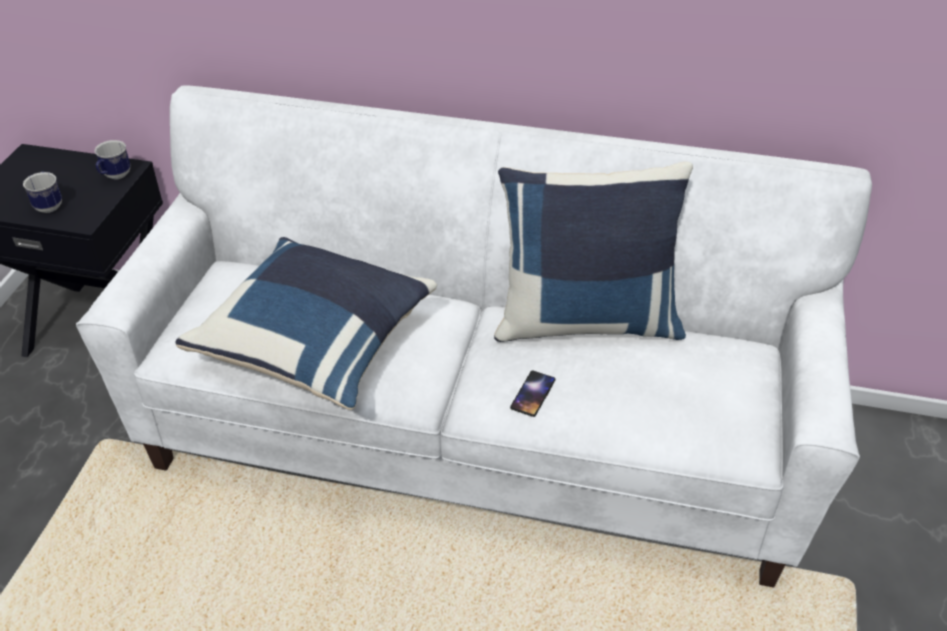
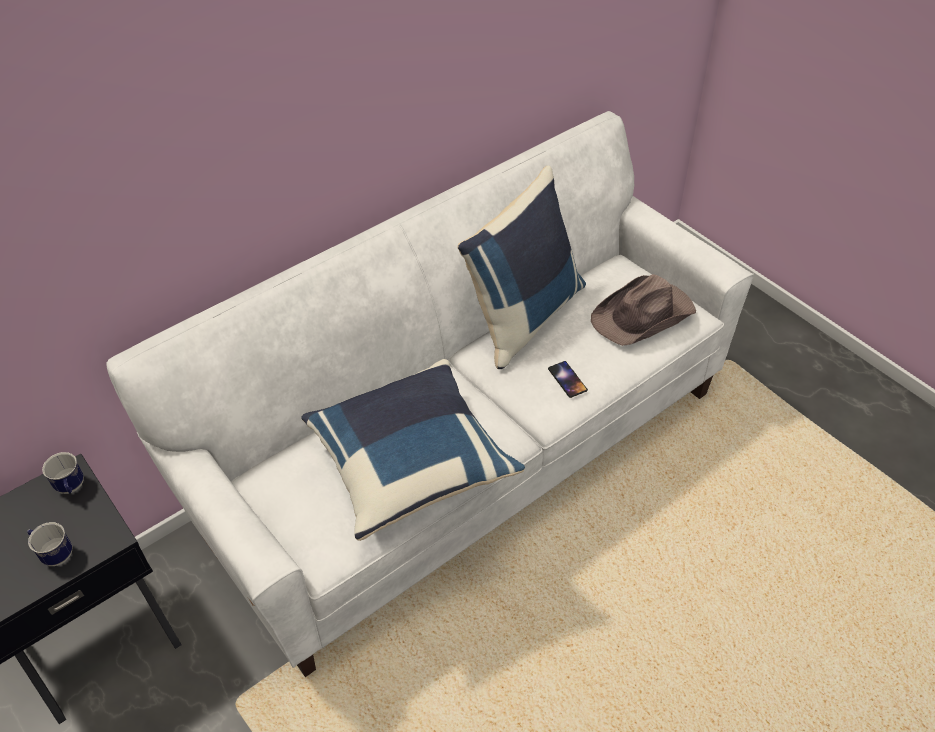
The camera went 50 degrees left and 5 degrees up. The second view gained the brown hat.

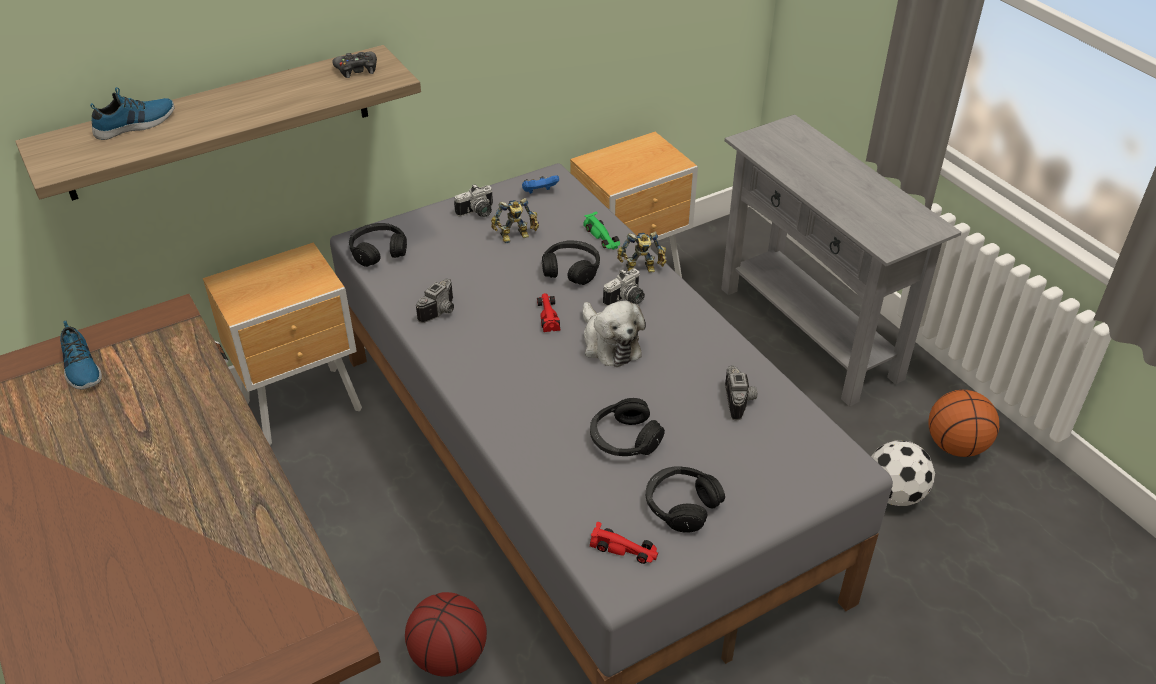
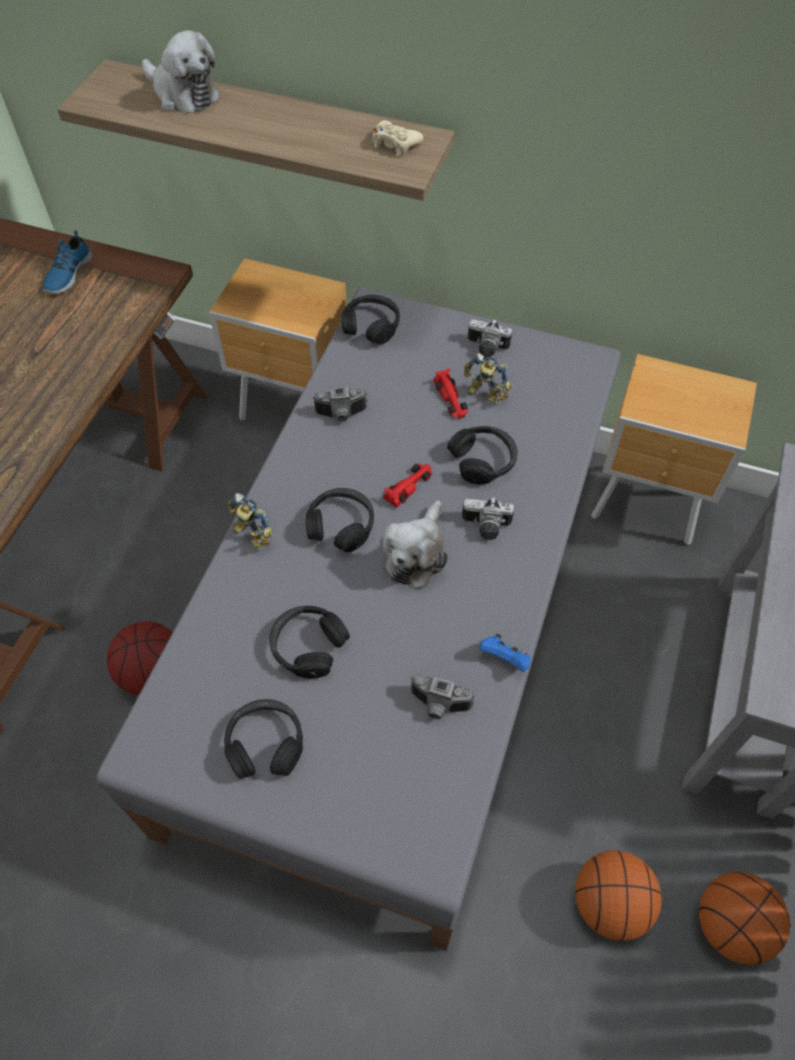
The camera went 50 degrees right and 15 degrees up. The second view lost the green toy car. The second view gained the black headphones (no. 3 from left). The blue game controller ended up elsewhere. The red toy car (no. 2 from left) ended up elsewhere. The toy robot (no. 2 from left in the first image) ended up elsewhere. Where the shoe (no. 2 from left) stood, the plush toy (no. 1 from left) came to stand. Where the football stood, the basketball (no. 2 from left) came to stand. What was the black game controller turned into the beige game controller. The photo camera (no. 4 from left in the first image) ended up facing another way, 60 degrees clockwise from before.

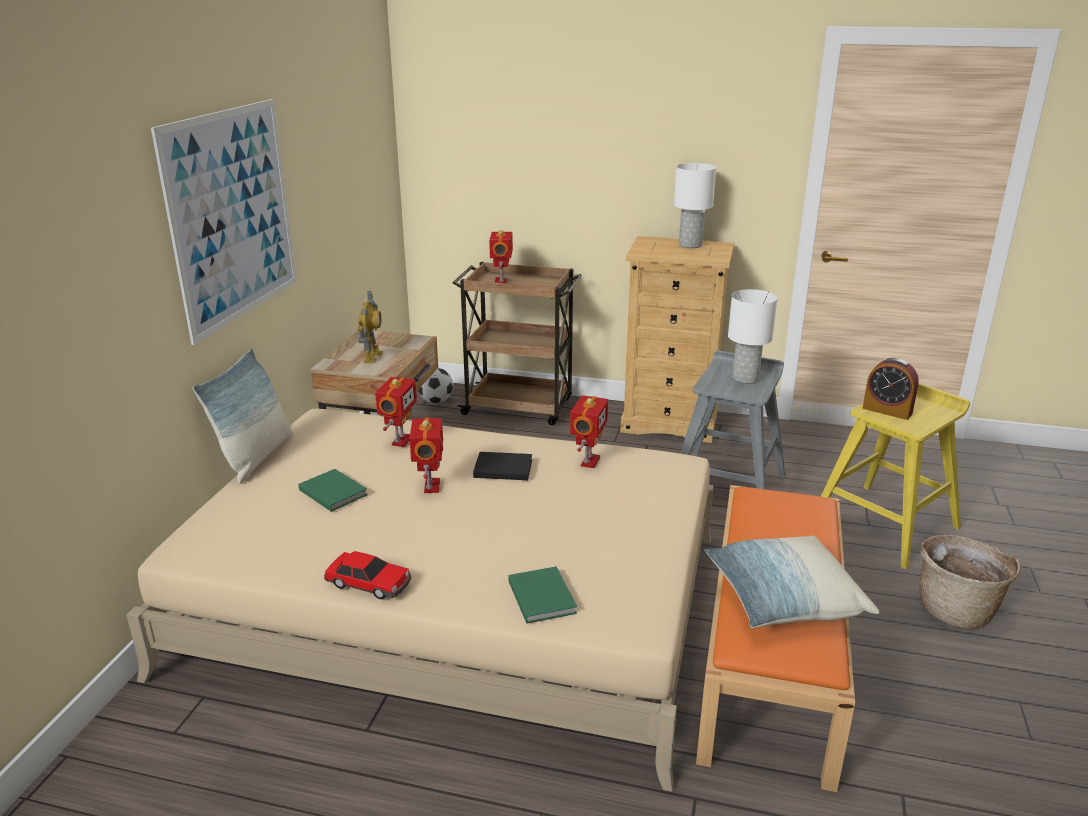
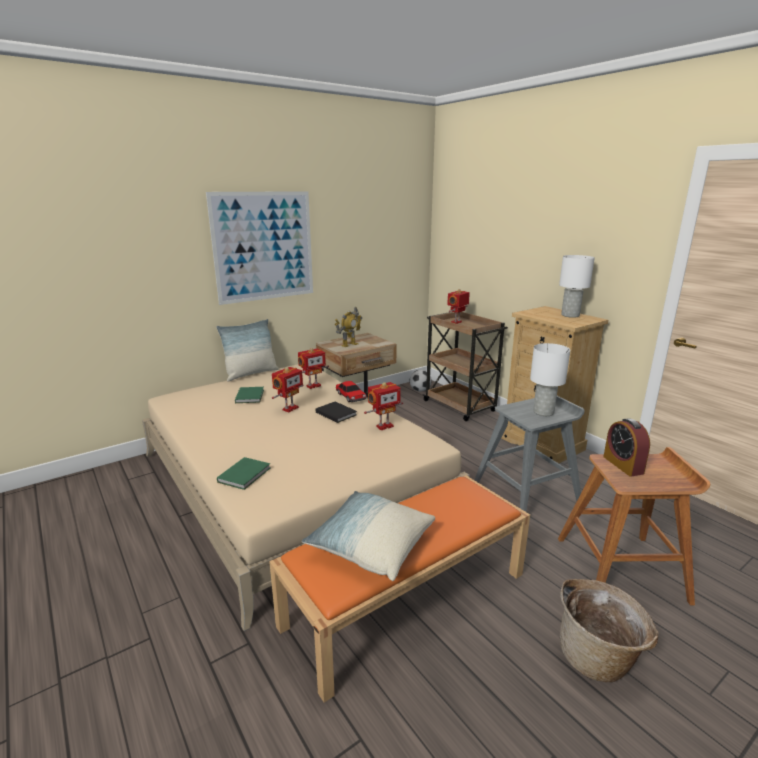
The camera went 40 degrees right and 5 degrees down. The toy car ended up elsewhere. What was the yellow stool turned into the brown stool.

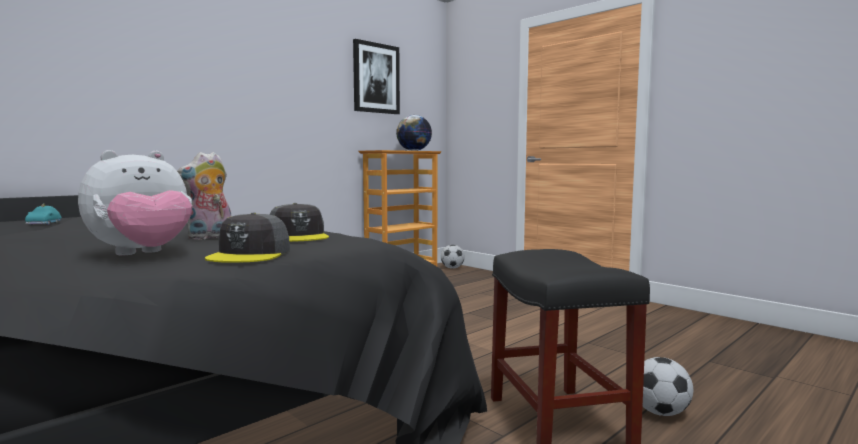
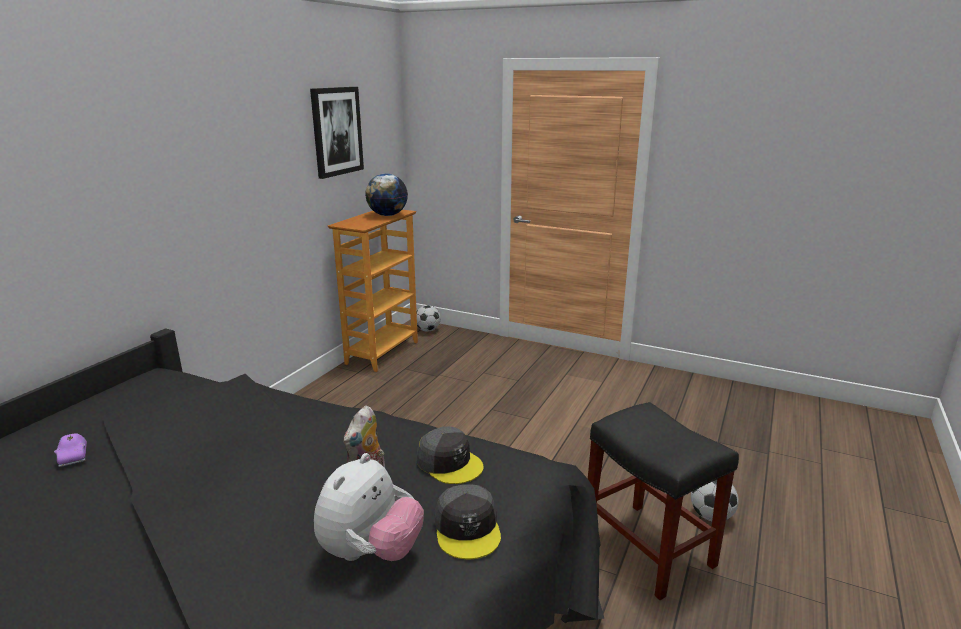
The camera went 20 degrees left and 15 degrees up. What was the turquoise toy car turned into the purple toy car.

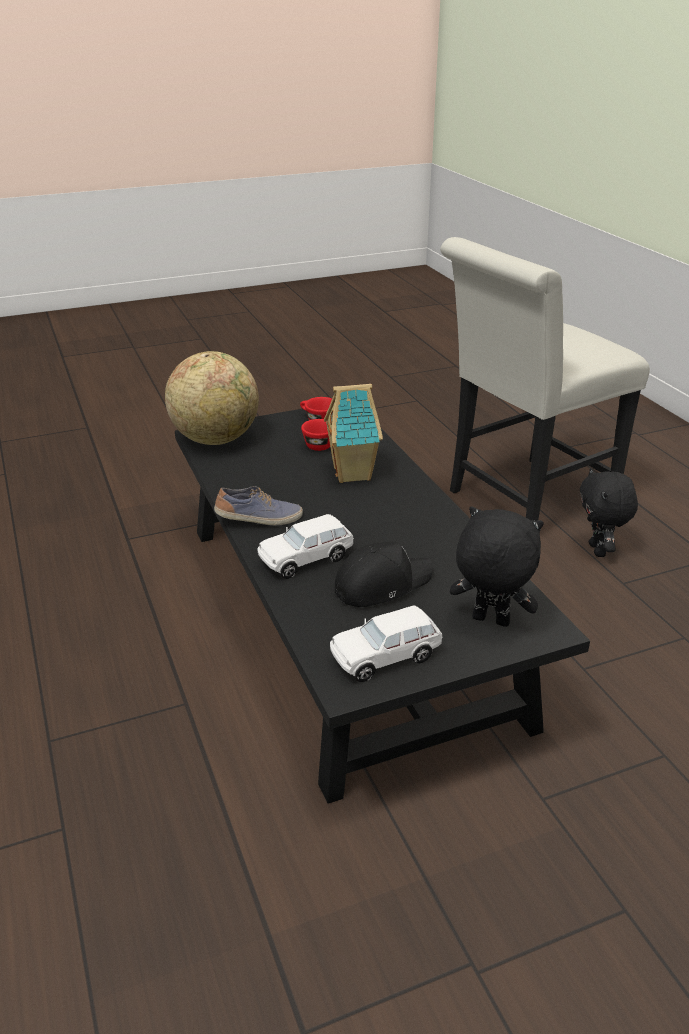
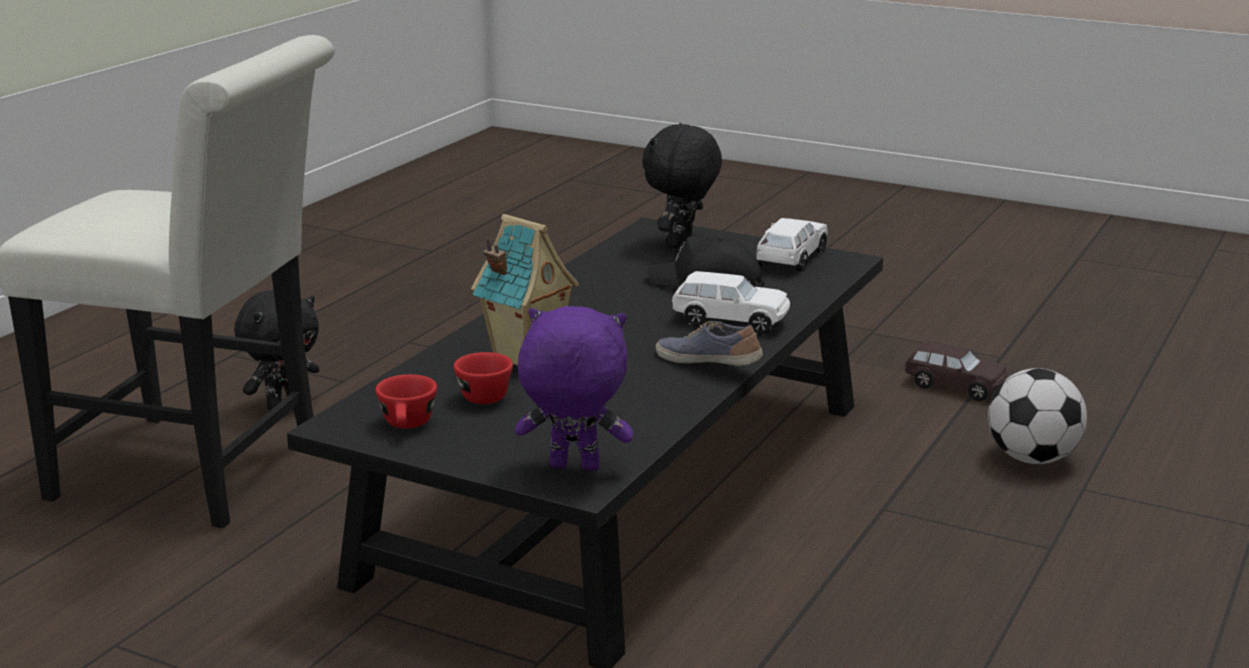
The camera went 130 degrees left and 10 degrees down. The second view gained the brown toy car. The second view gained the football. Where the globe stood, the purple plush toy came to stand. The white toy car (no. 2 from left) ended up facing another way, 90 degrees counterclockwise from before. The black plush toy (no. 1 from left in the first image) ended up facing another way, 45 degrees clockwise from before.

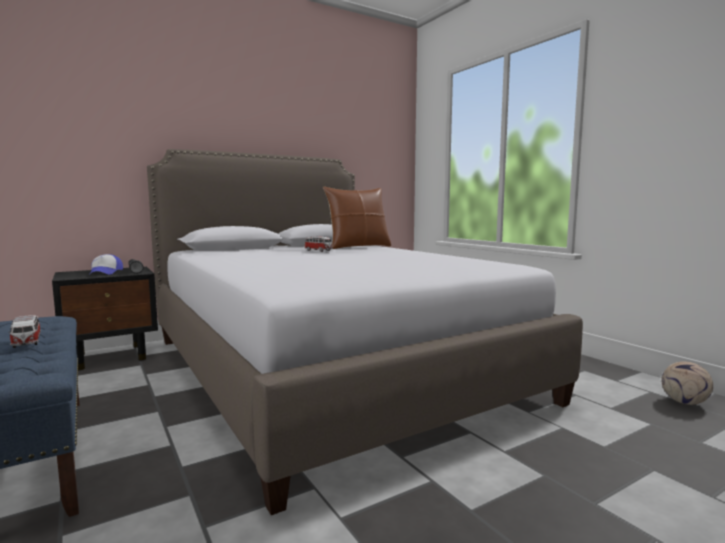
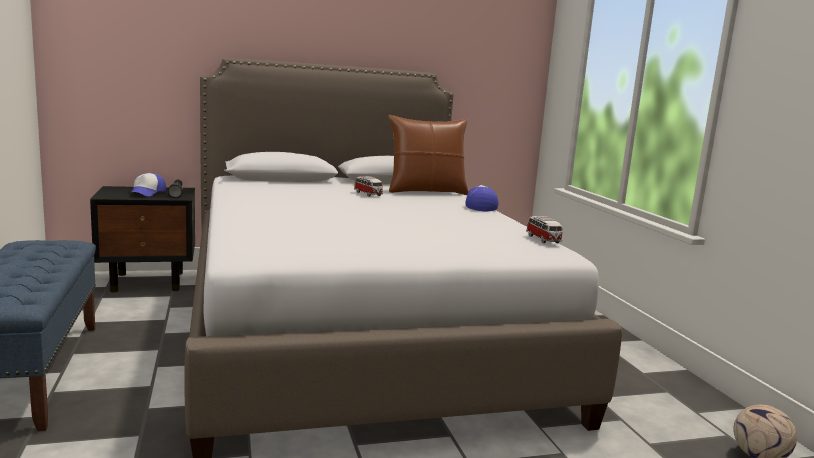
The camera went 15 degrees right and 5 degrees up. The second view gained the cap (no. 2 from left). The toy car (no. 1 from left in the first image) ended up elsewhere.

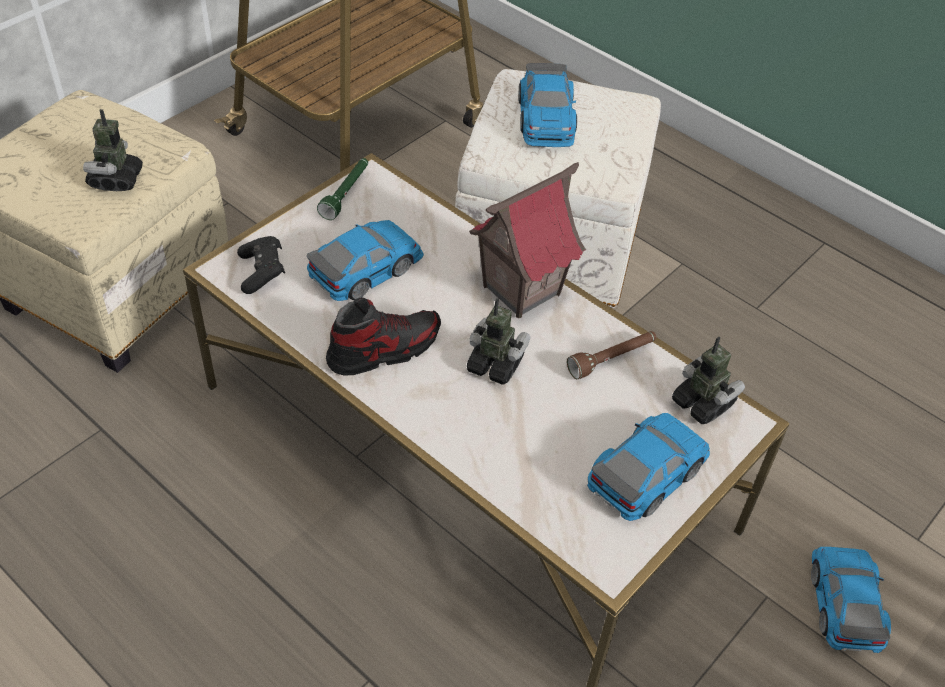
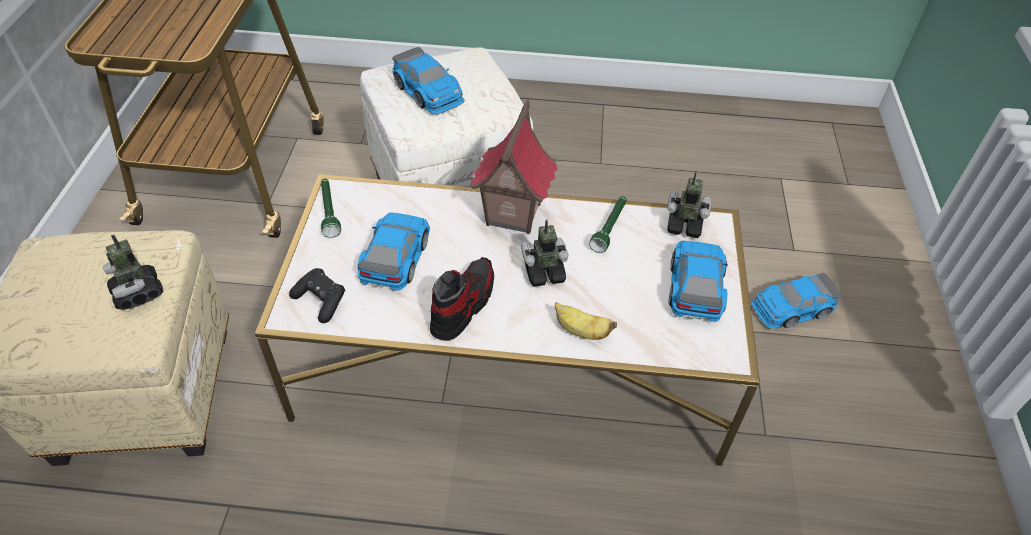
The camera went 35 degrees left and 0 degrees up. The second view gained the banana. What was the brown flashlight turned into the green flashlight (no. 2 from left). The toy car (no. 4 from left) ended up facing another way, 75 degrees counterclockwise from before.

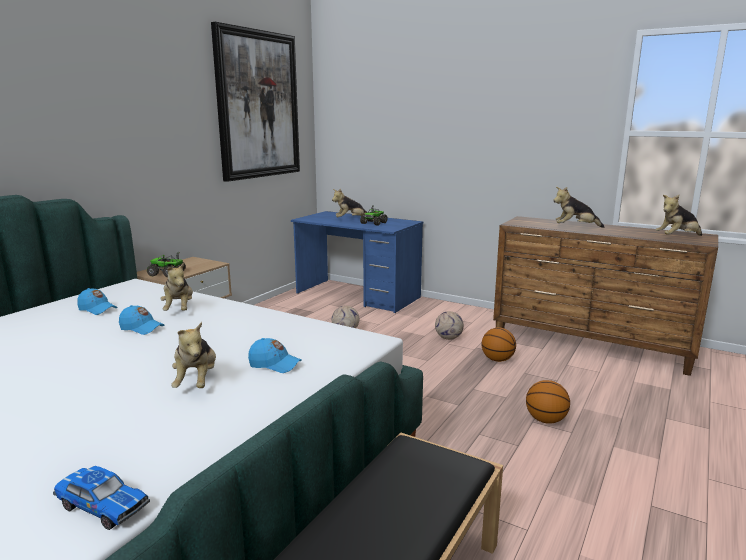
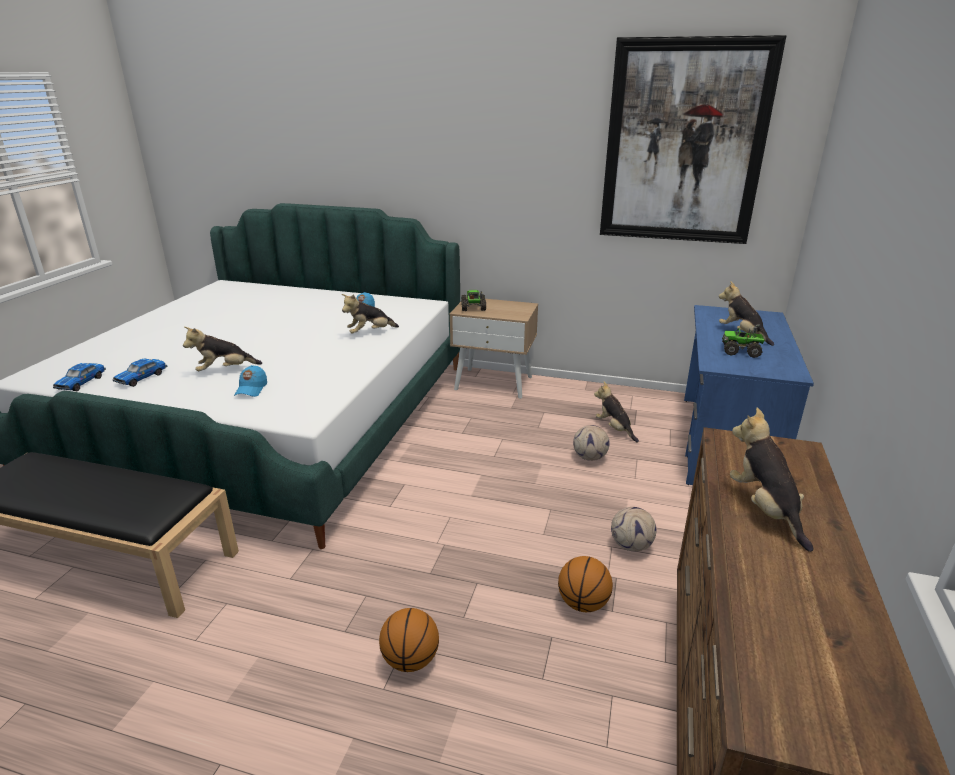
The camera went 75 degrees right and 10 degrees up. The second view lost the blue cap (no. 2 from left). The second view gained the toy car (no. 2 from left). The plush toy (no. 5 from left in the first image) ended up elsewhere.

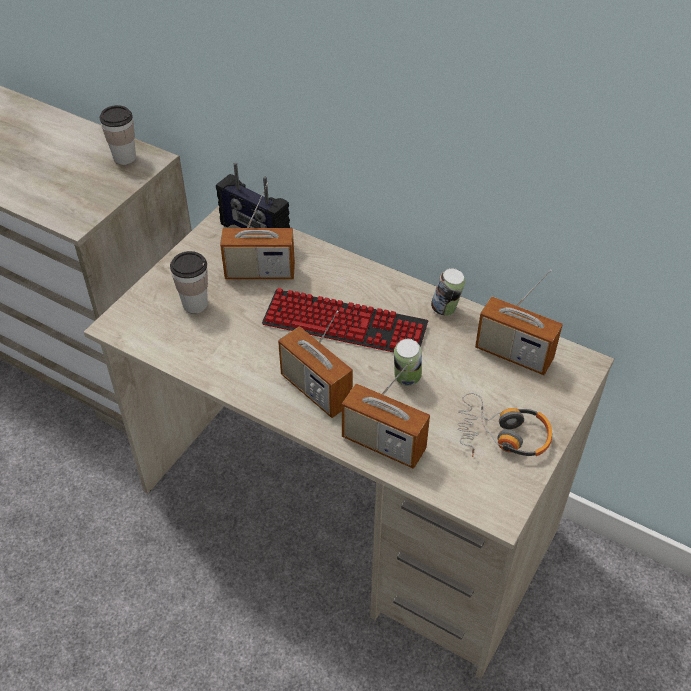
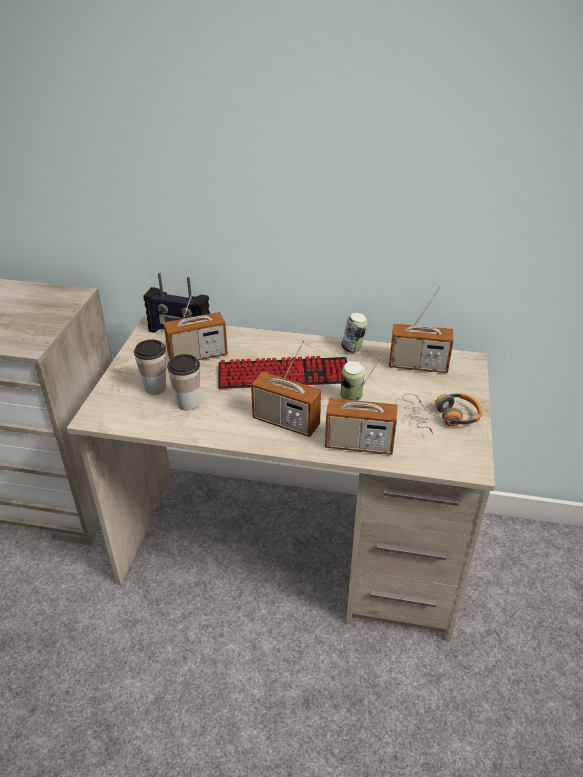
The camera went 20 degrees left and 10 degrees down. The cup (no. 1 from left in the first image) ended up elsewhere.

